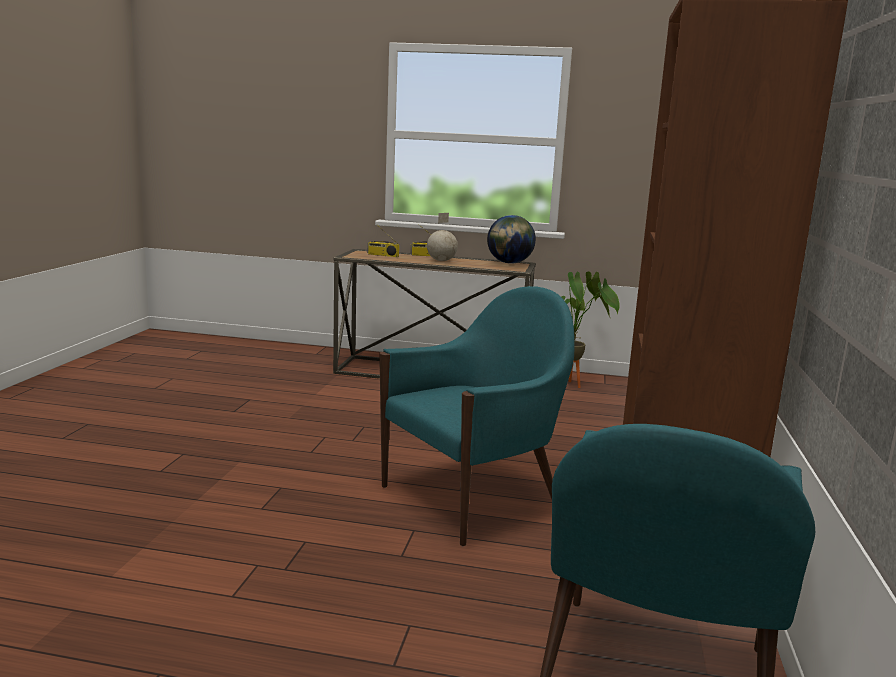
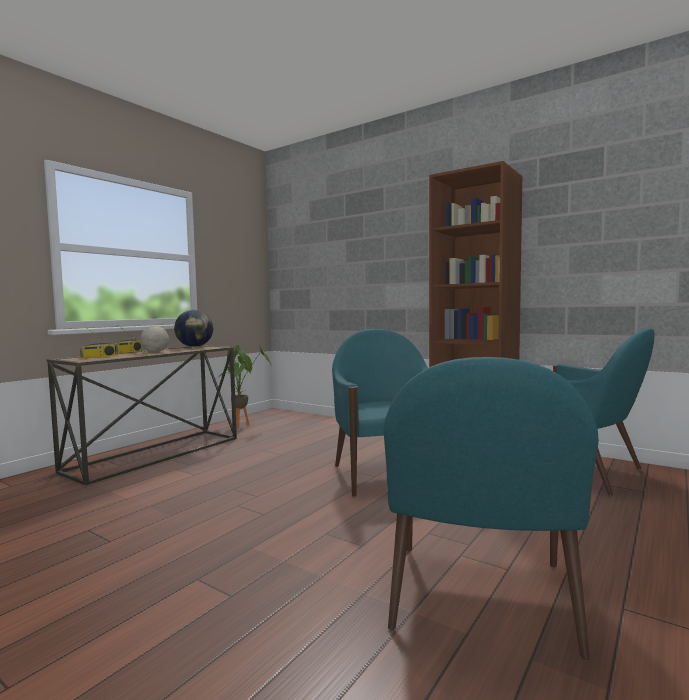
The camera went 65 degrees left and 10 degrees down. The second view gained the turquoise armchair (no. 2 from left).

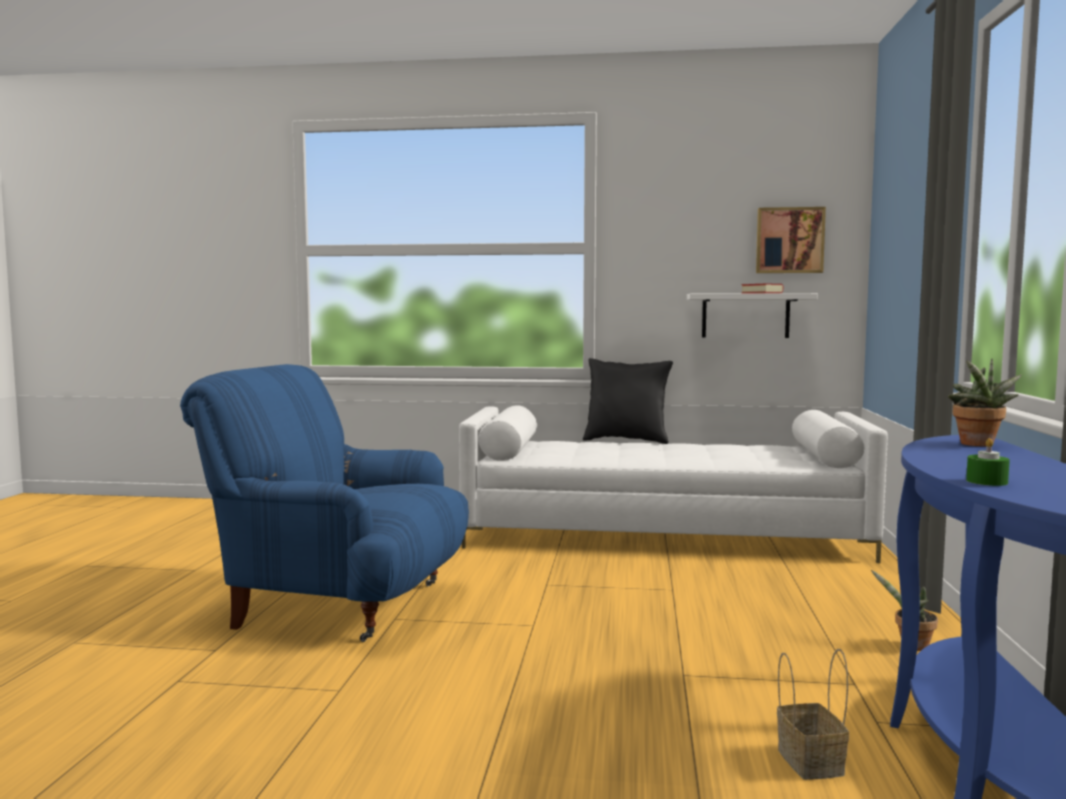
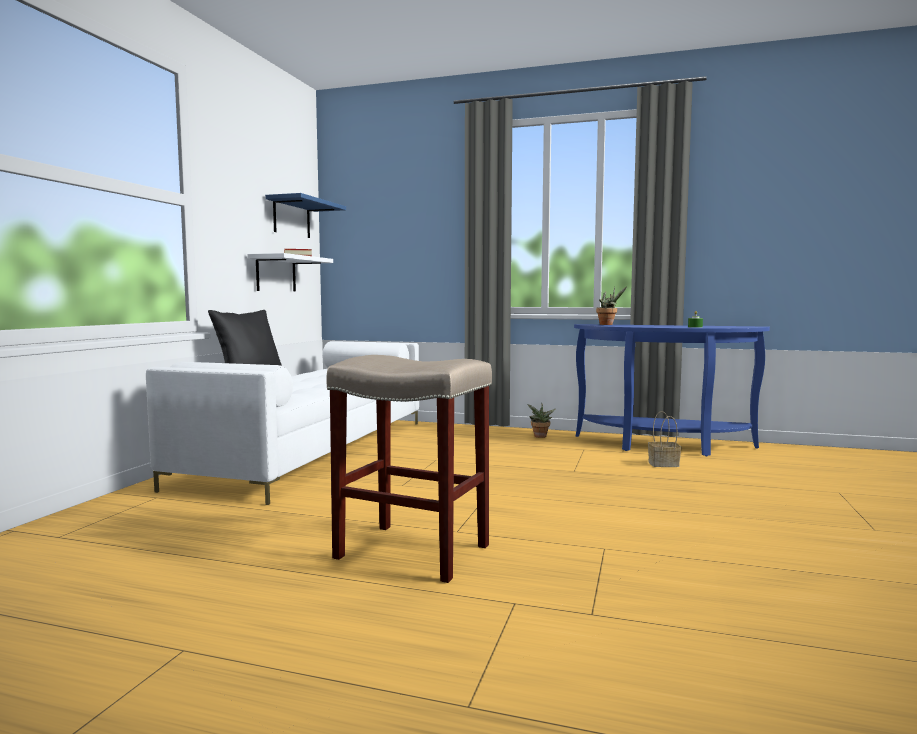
The camera went 80 degrees left and 0 degrees up. Where the blue armchair stood, the beige stool came to stand. Where the picture hung, the blue shelf came to hang.

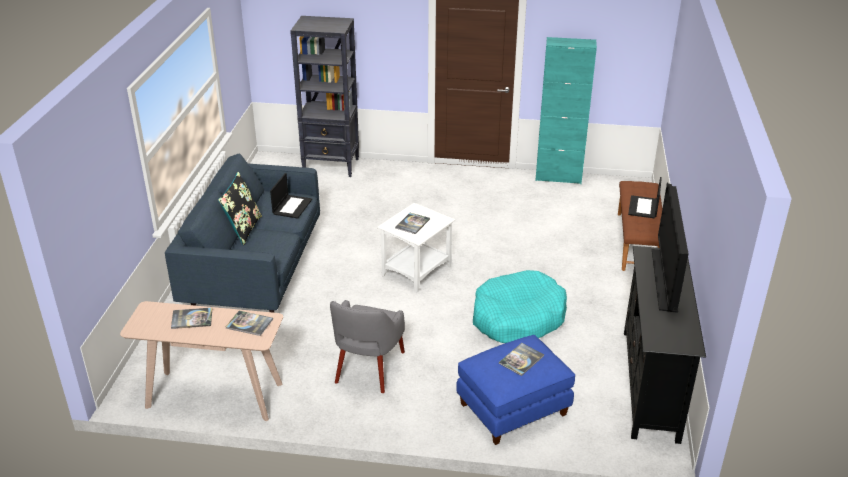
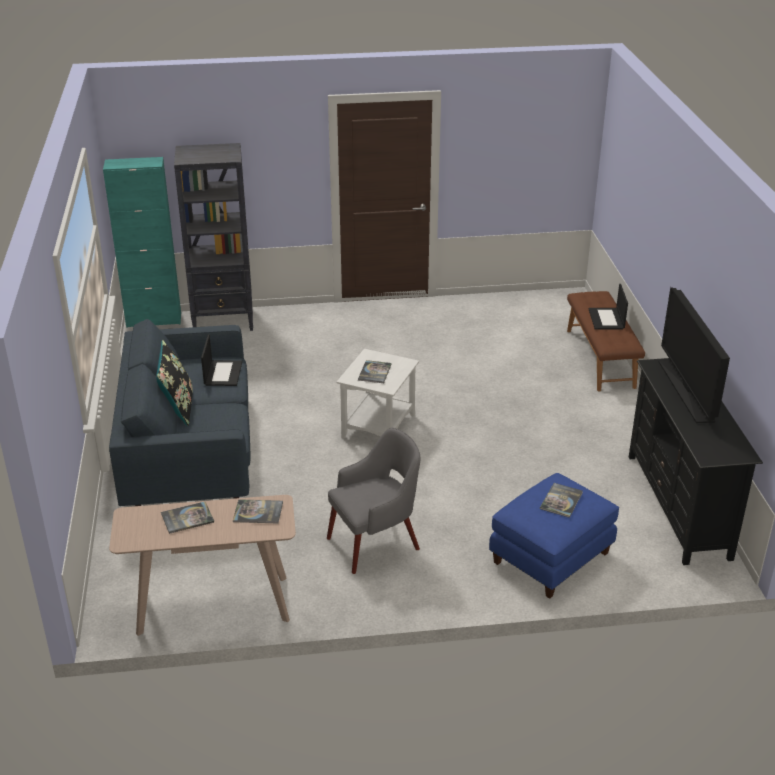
The camera went 15 degrees left and 0 degrees up. The second view lost the turquoise dog bed. The turquoise cabinet ended up elsewhere. The grey armchair ended up facing another way, 120 degrees counterclockwise from before.

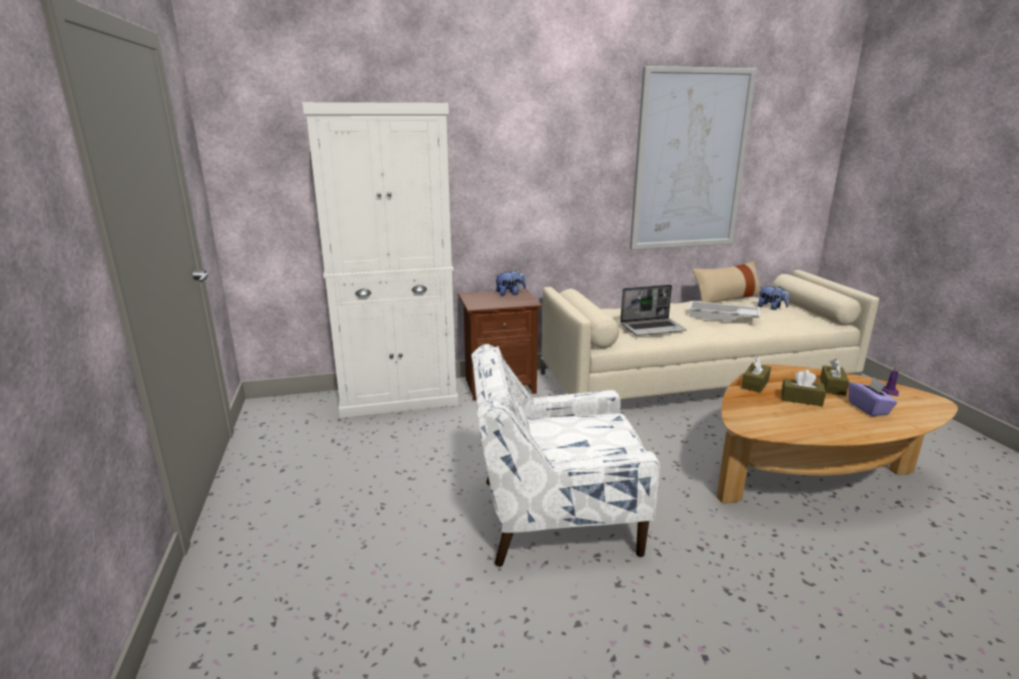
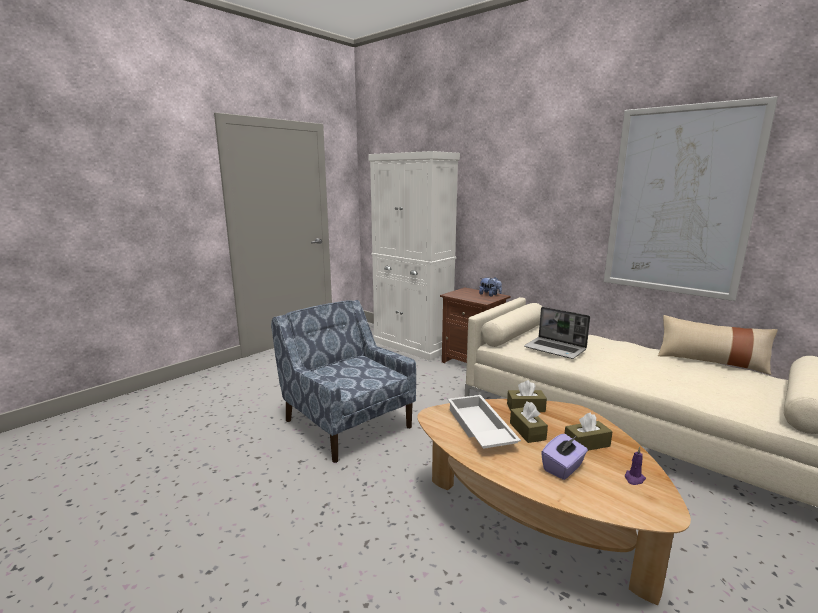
The camera went 55 degrees right and 5 degrees down. The second view lost the plush toy (no. 2 from left). The white tray ended up elsewhere. What was the white armchair turned into the blue armchair.

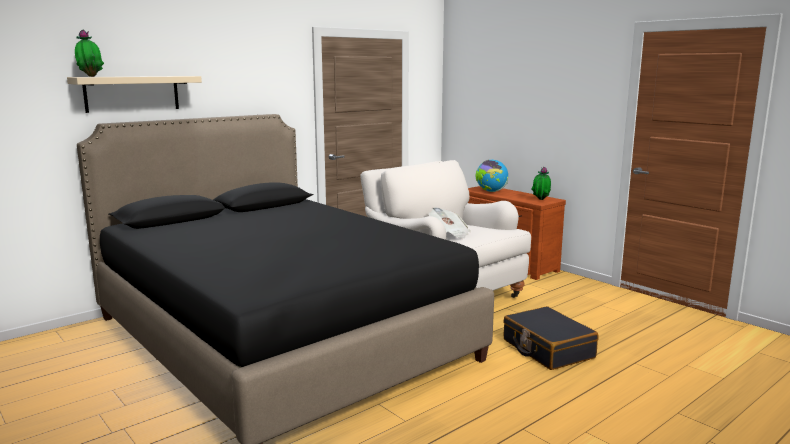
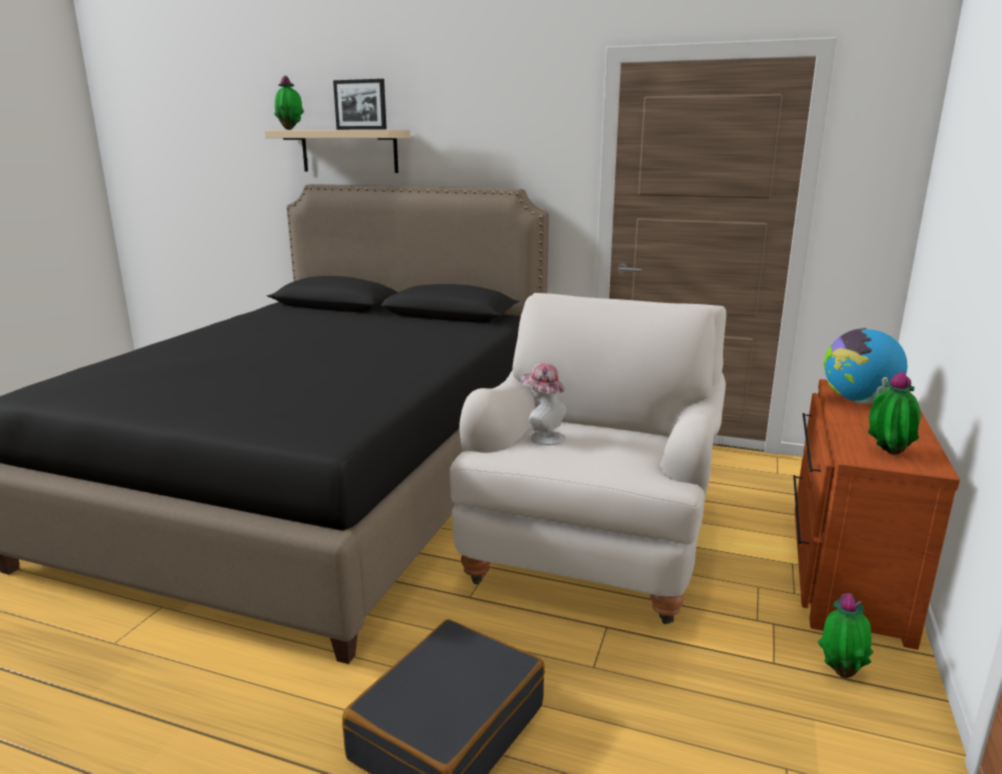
The camera went 60 degrees right and 5 degrees up. The second view gained the picture frame. The second view gained the potted plant (no. 2 from left). Where the newspaper stood, the hat came to stand.

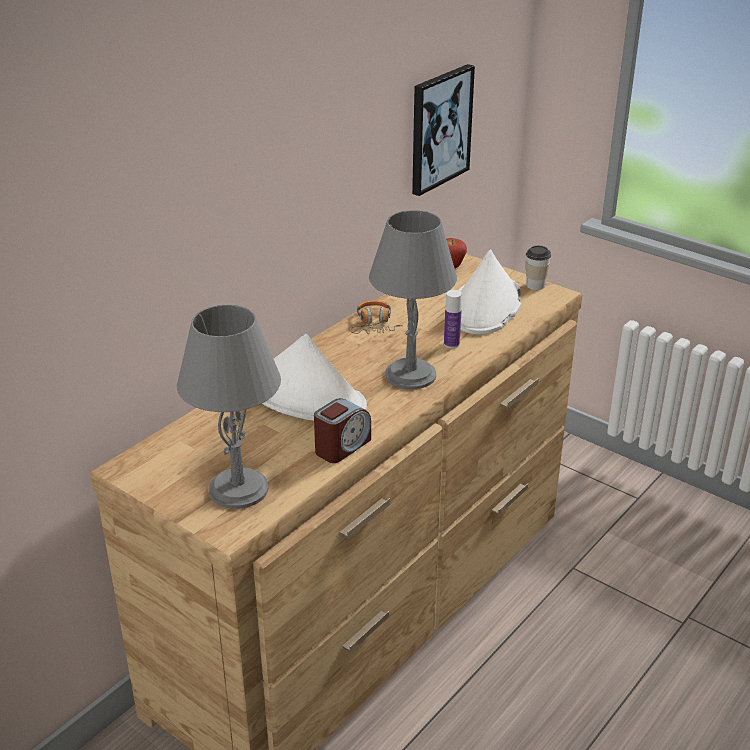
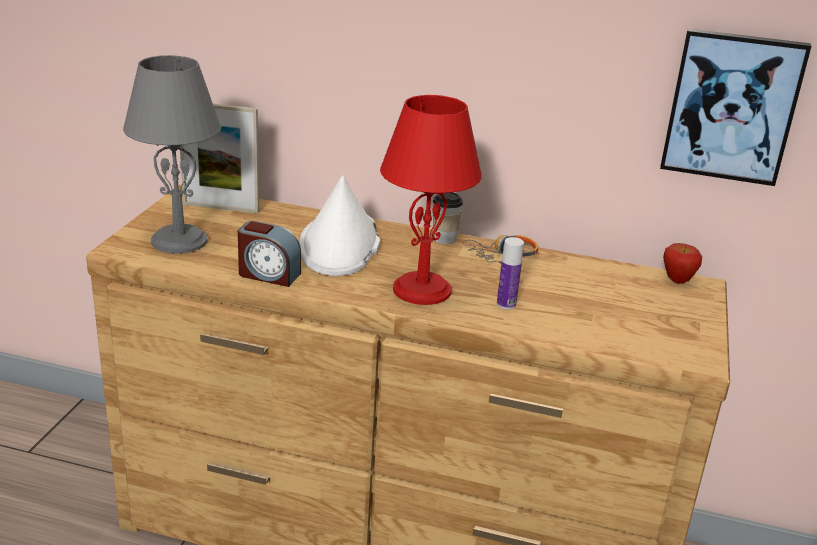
The camera went 65 degrees right and 5 degrees down. The second view lost the white hat (no. 2 from left). The second view gained the picture frame. The cup ended up elsewhere. What was the grey table lamp (no. 2 from left) turned into the red table lamp.

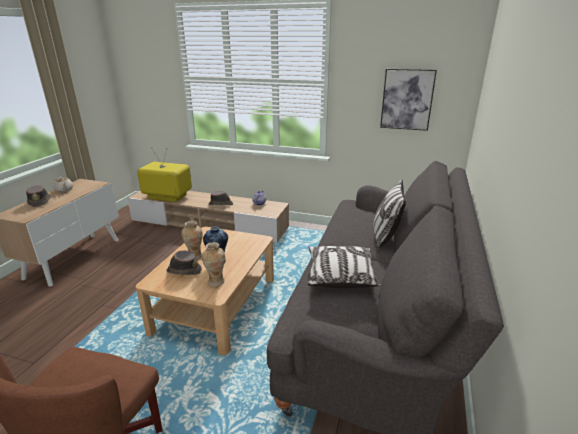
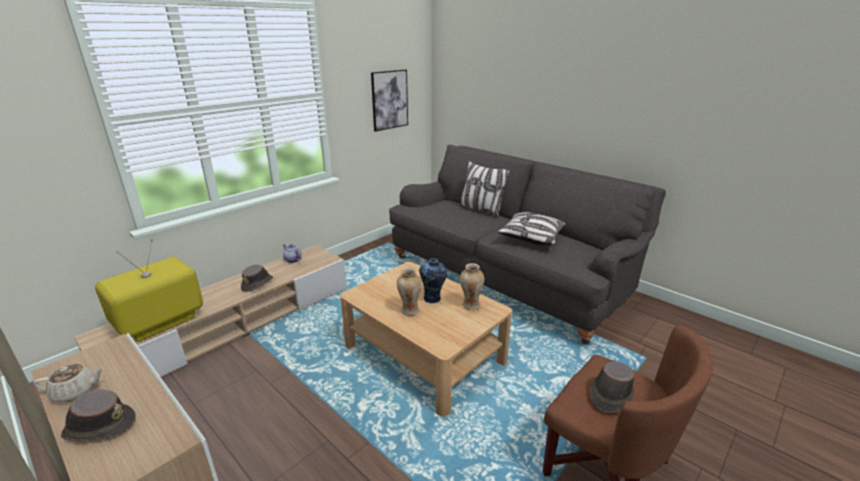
The camera went 65 degrees left and 0 degrees up. The brown hat (no. 2 from left in the first image) ended up elsewhere.

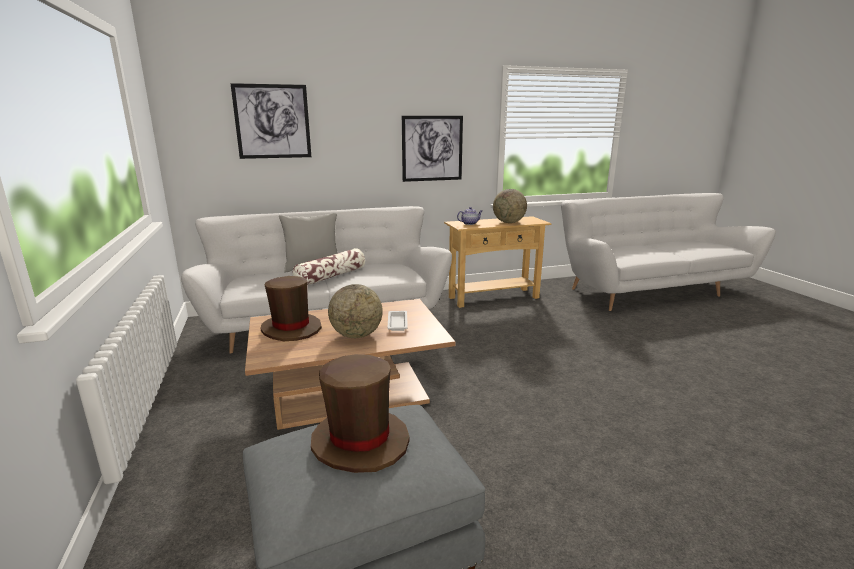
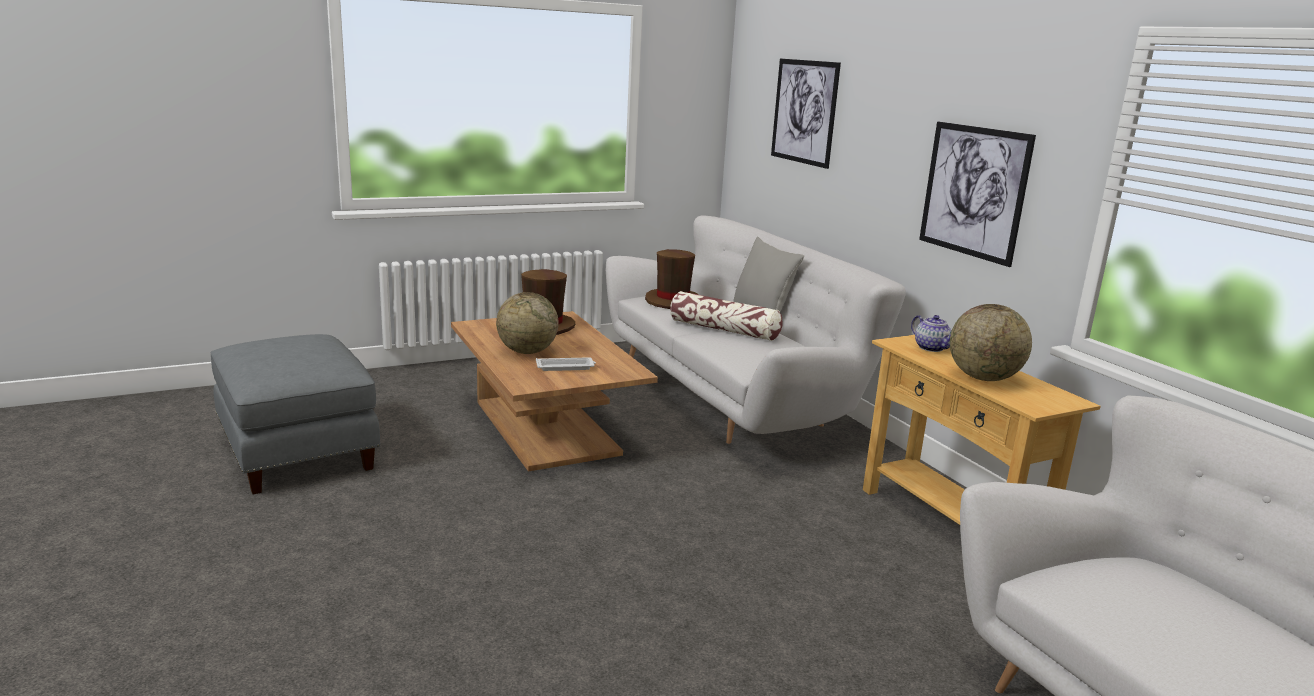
The camera went 80 degrees right and 0 degrees up. The brown hat (no. 2 from left) ended up elsewhere.

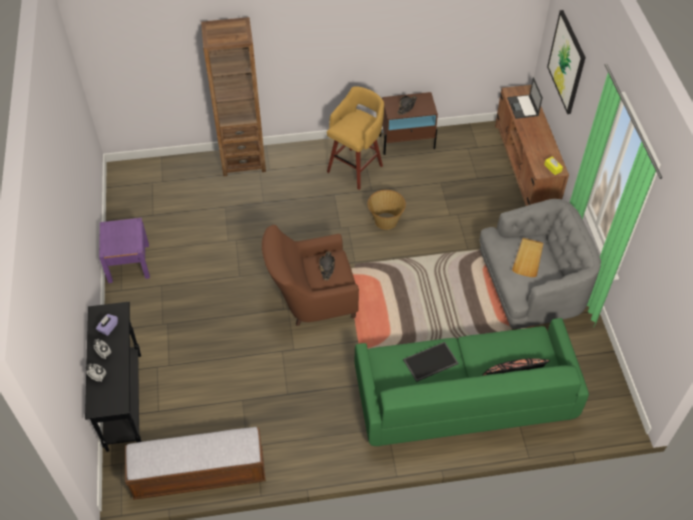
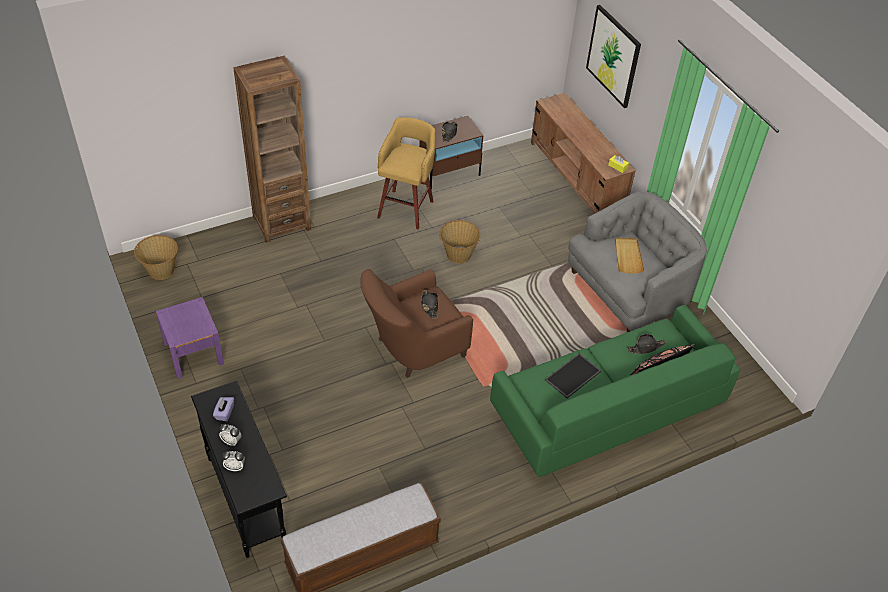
The camera went 20 degrees left and 5 degrees down. The second view lost the laptop. The second view gained the basket (no. 1 from left). The second view gained the black hat (no. 3 from left).

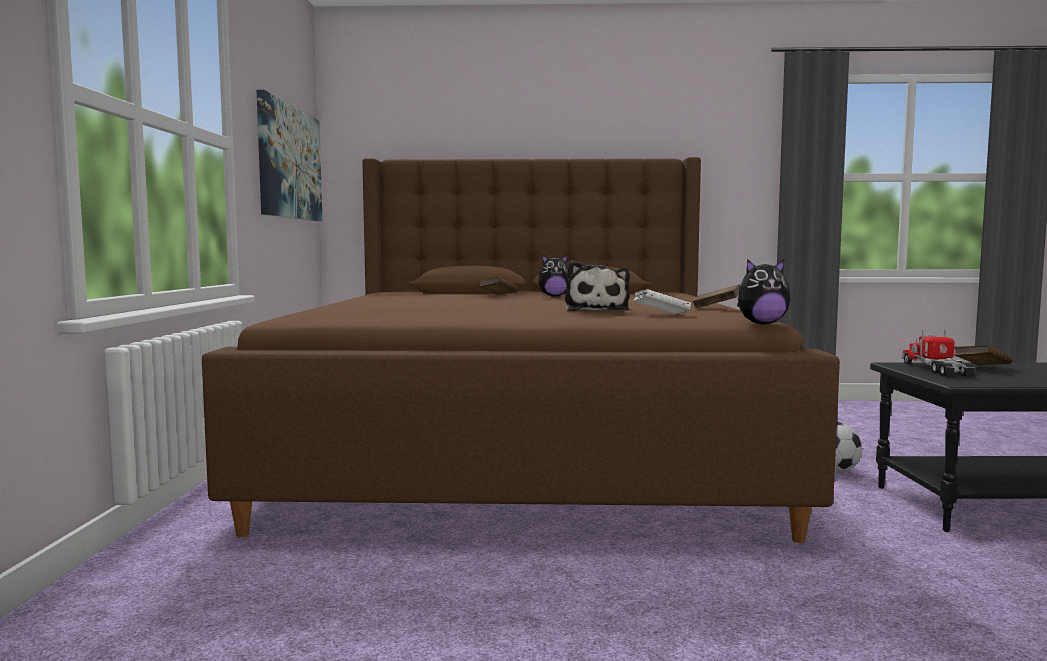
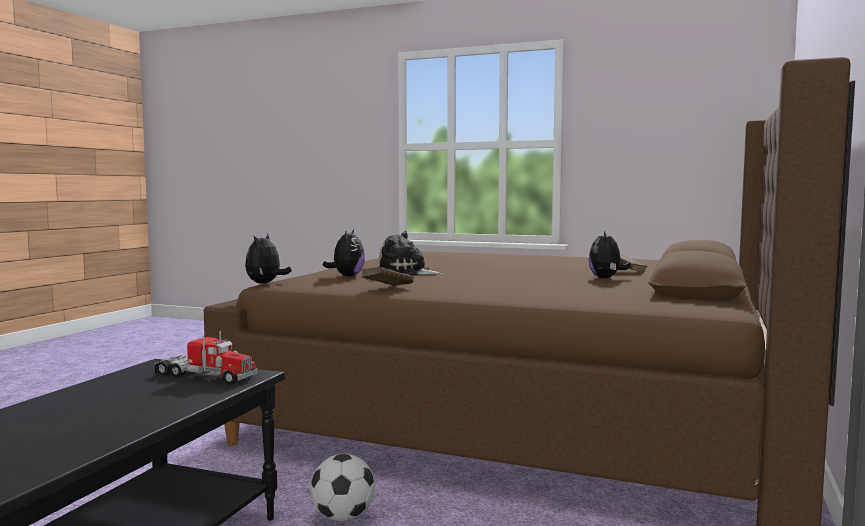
The camera went 110 degrees right and 0 degrees up. The second view lost the picture. The second view lost the brown book (no. 3 from left). Where the white book stood, the plush toy (no. 2 from left) came to stand.

